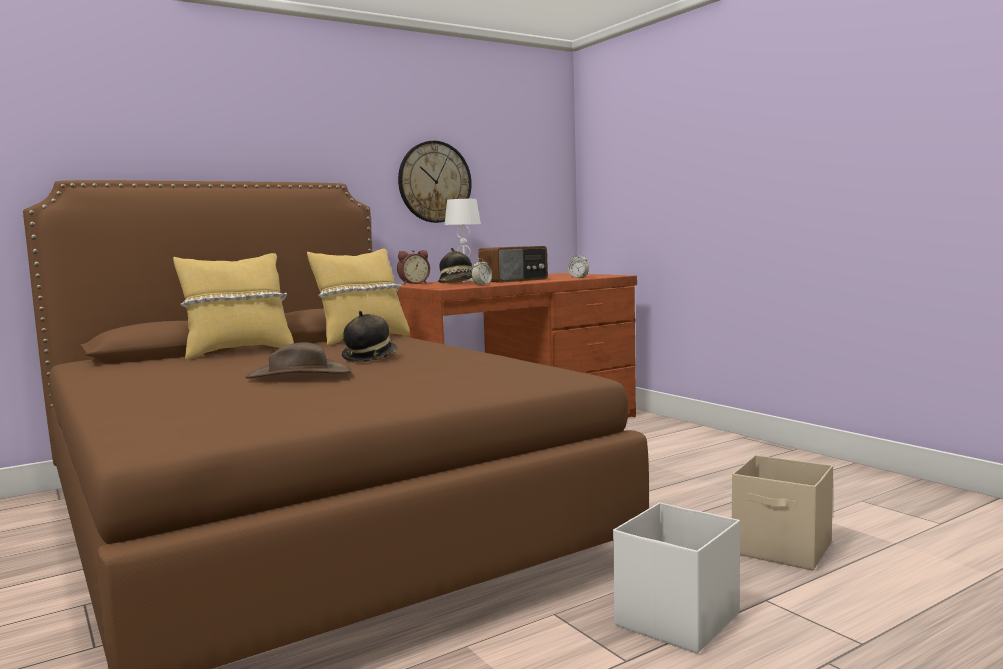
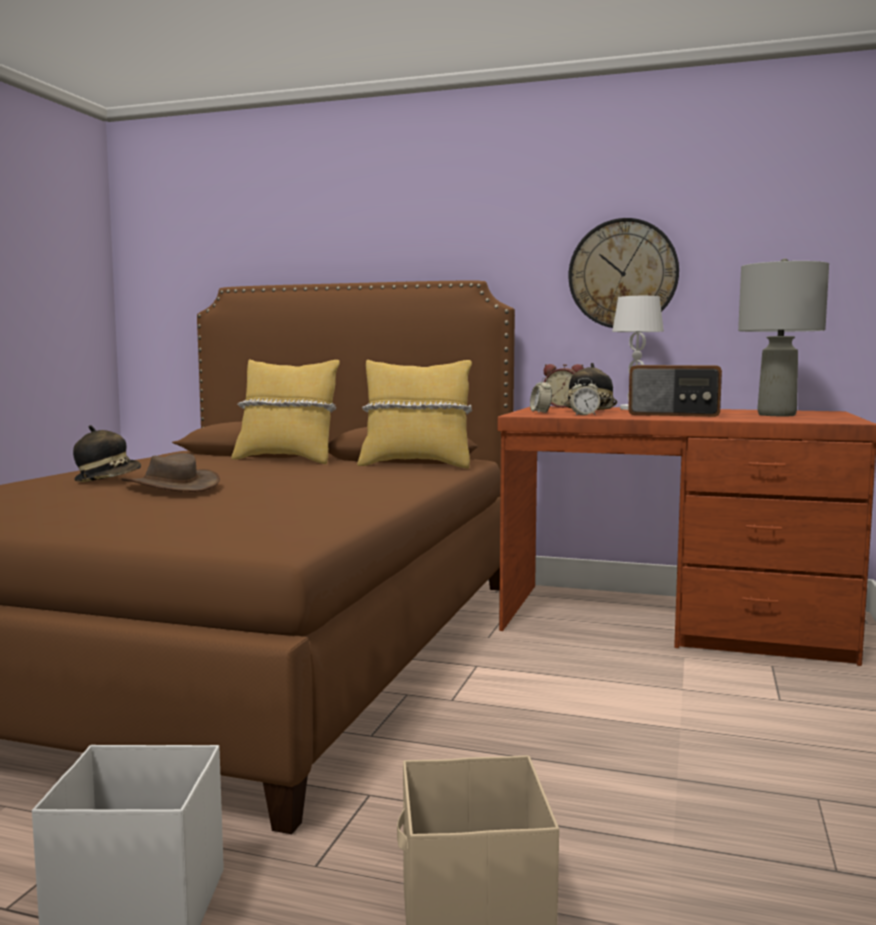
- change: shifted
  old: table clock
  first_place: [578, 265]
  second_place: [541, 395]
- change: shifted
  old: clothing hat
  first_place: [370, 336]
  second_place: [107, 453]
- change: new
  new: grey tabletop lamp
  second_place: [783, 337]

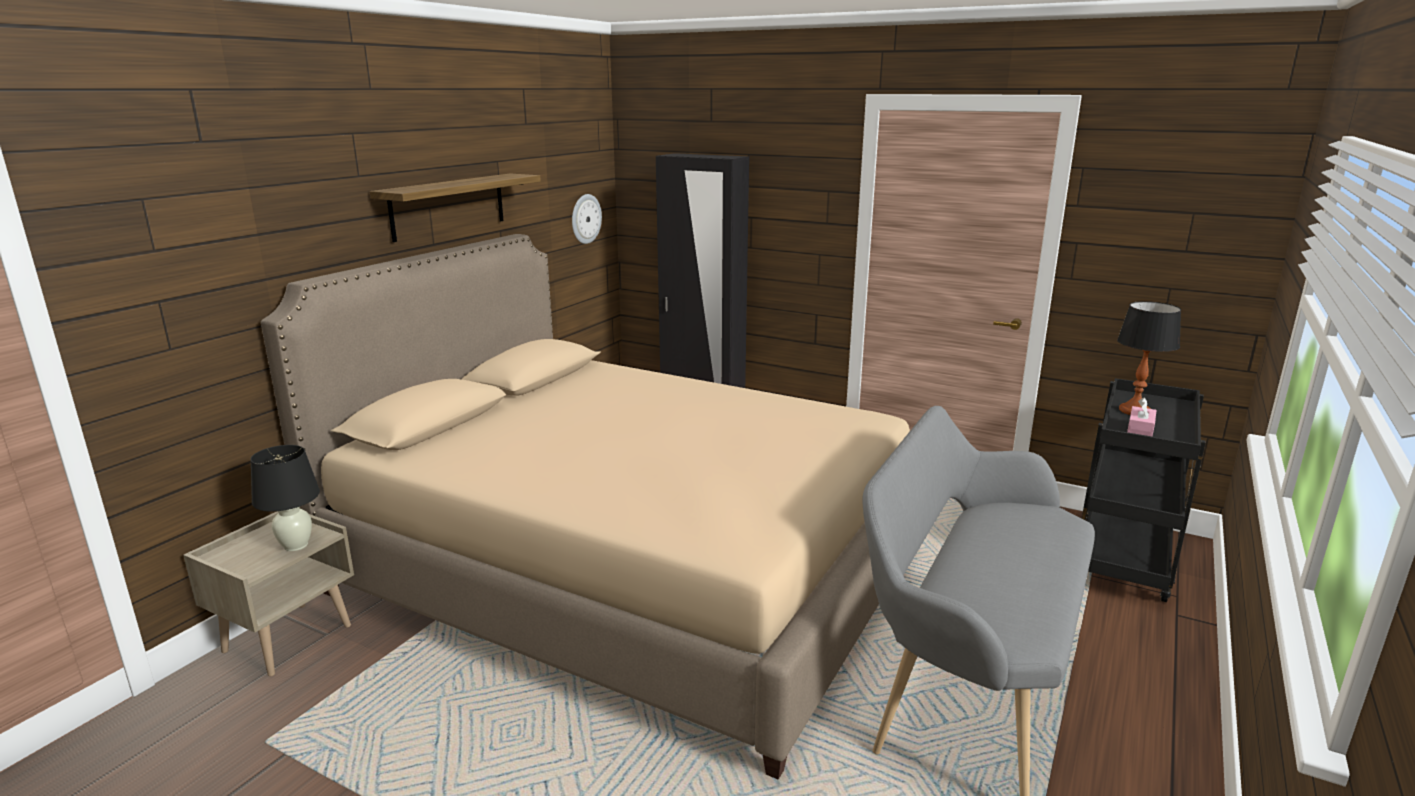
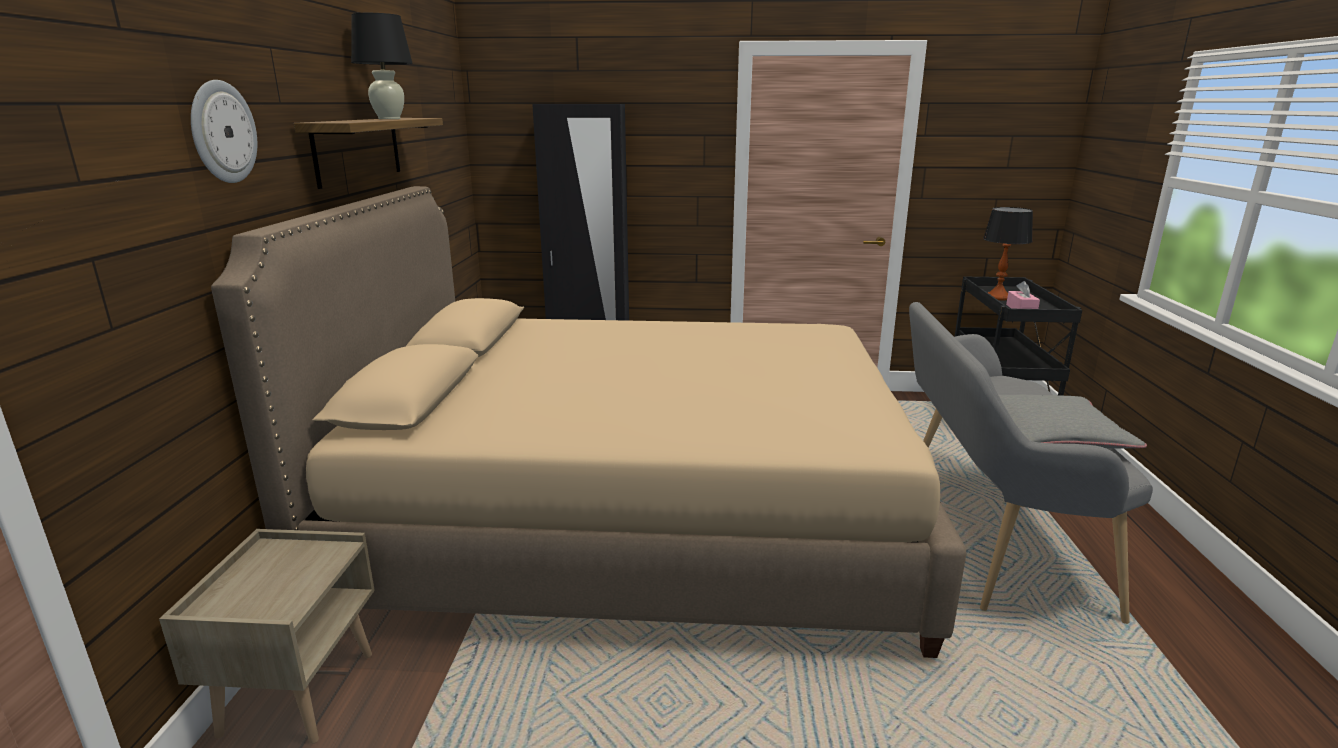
- change: shifted
  old: clock on the wall
  first_place: [587, 219]
  second_place: [224, 131]
- change: shifted
  old: black tabletop lamp
  first_place: [285, 498]
  second_place: [382, 66]
- change: new
  new: grey cushion
  second_place: [1073, 421]

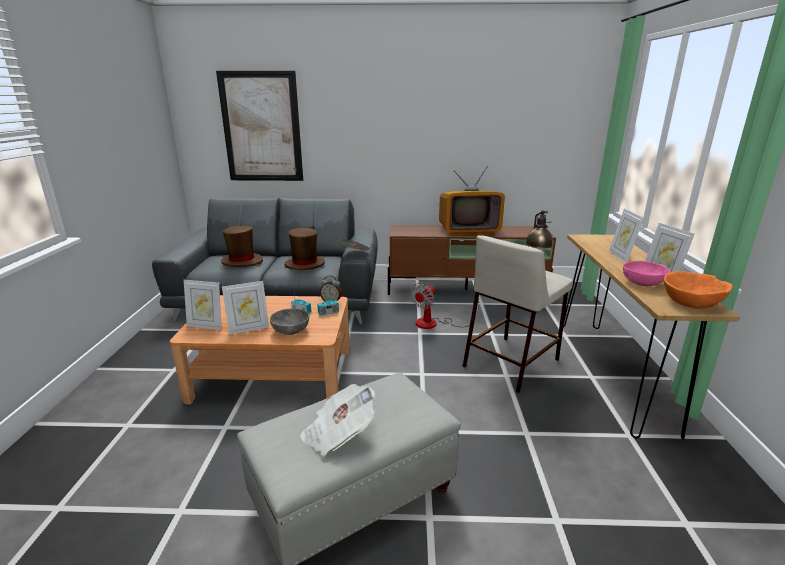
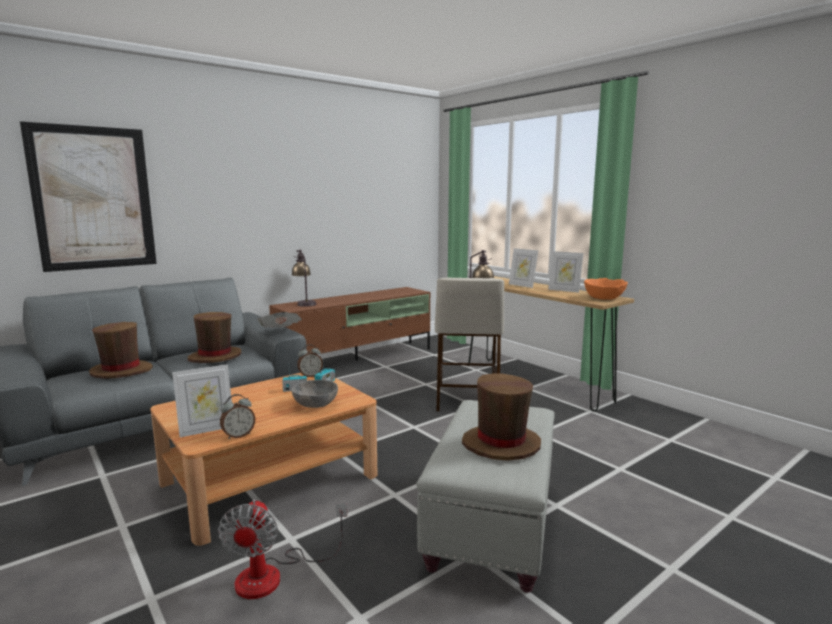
- change: gone
  old: TV set
  first_place: [472, 201]
- change: gone
  old: pinkish bowl
  first_place: [646, 273]
- change: gone
  old: picture frame
  first_place: [245, 308]
- change: shifted
  old: electric fan
  first_place: [445, 306]
  second_place: [282, 549]
- change: swapped
  old: newspaper
  new: brown clothing hat
  first_place: [338, 420]
  second_place: [501, 417]
- change: new
  new: tabletop lamp
  second_place: [303, 278]
- change: new
  new: table clock
  second_place: [237, 416]

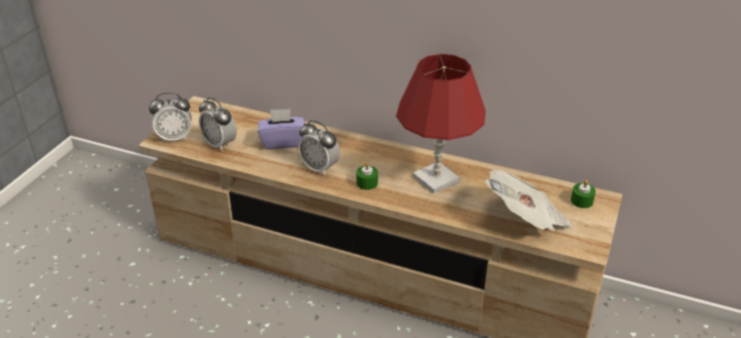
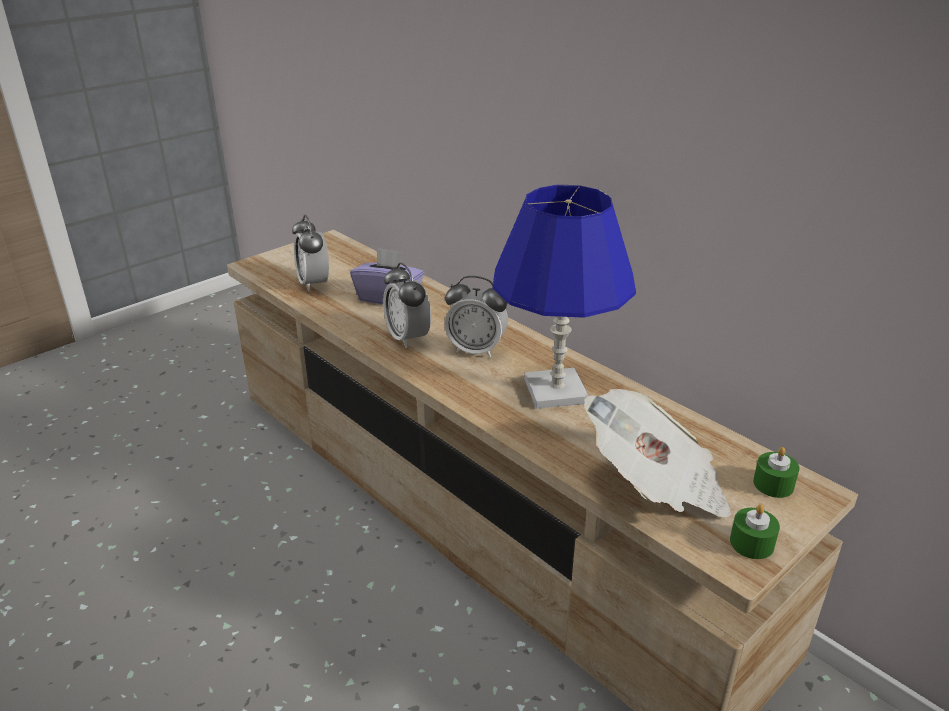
- change: repainted
  old: red-coloured tabletop lamp
  new: bluish tabletop lamp
  first_place: [441, 124]
  second_place: [564, 297]
- change: shifted
  old: table clock
  first_place: [170, 117]
  second_place: [476, 317]
- change: shifted
  old: greenish candle
  first_place: [367, 176]
  second_place: [755, 531]

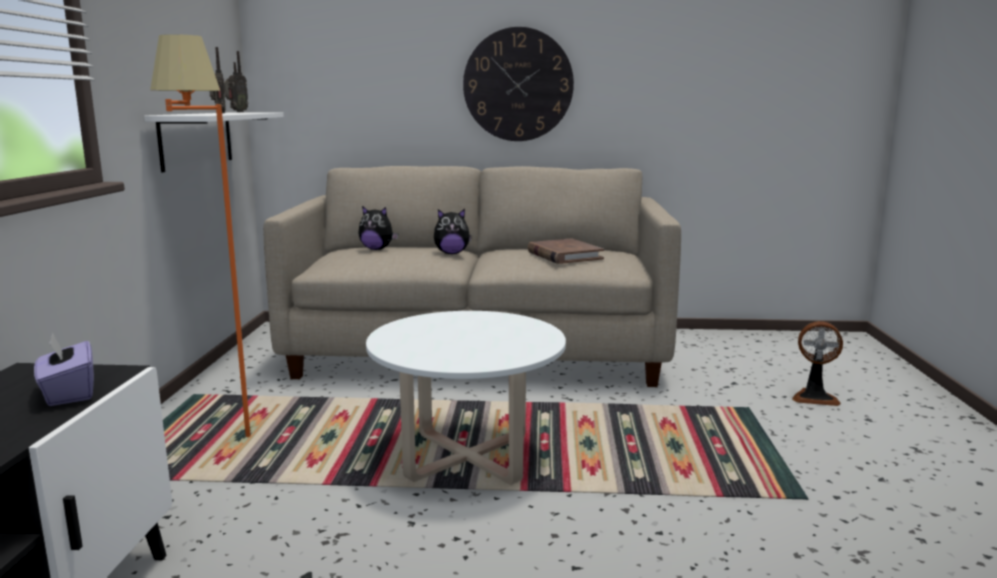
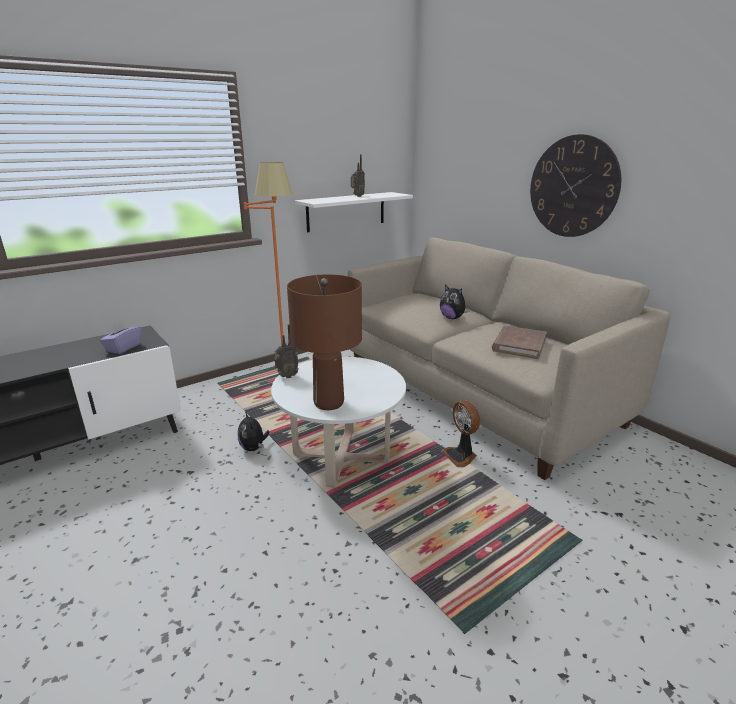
- change: shifted
  old: radio set
  first_place: [236, 81]
  second_place: [286, 351]
- change: shifted
  old: plush toy
  first_place: [378, 228]
  second_place: [254, 431]
- change: shifted
  old: electric fan
  first_place: [817, 363]
  second_place: [460, 433]
- change: new
  new: brown tabletop lamp
  second_place: [324, 342]

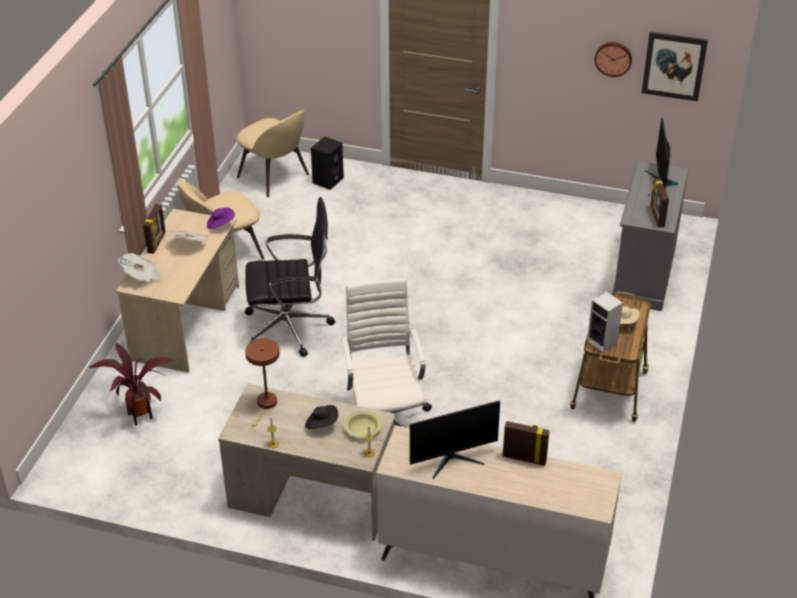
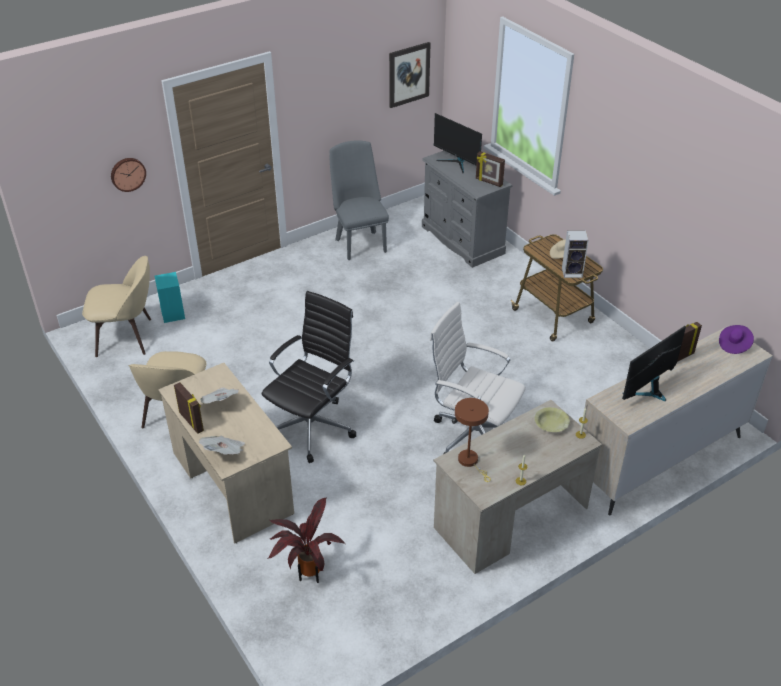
- change: shifted
  old: clock on the wall
  first_place: [613, 59]
  second_place: [128, 175]
- change: repainted
  old: black loudspeaker
  new: turquoise loudspeaker
  first_place: [327, 163]
  second_place: [170, 297]
- change: shifted
  old: purple clothing hat
  first_place: [221, 218]
  second_place: [736, 339]
- change: rotated
  old: monitor
  first_place: [455, 439]
  second_place: [654, 364]
  degrees: -150
- change: gone
  old: black clothing hat
  first_place: [321, 417]
- change: new
  new: grey plain chair
  second_place: [359, 200]

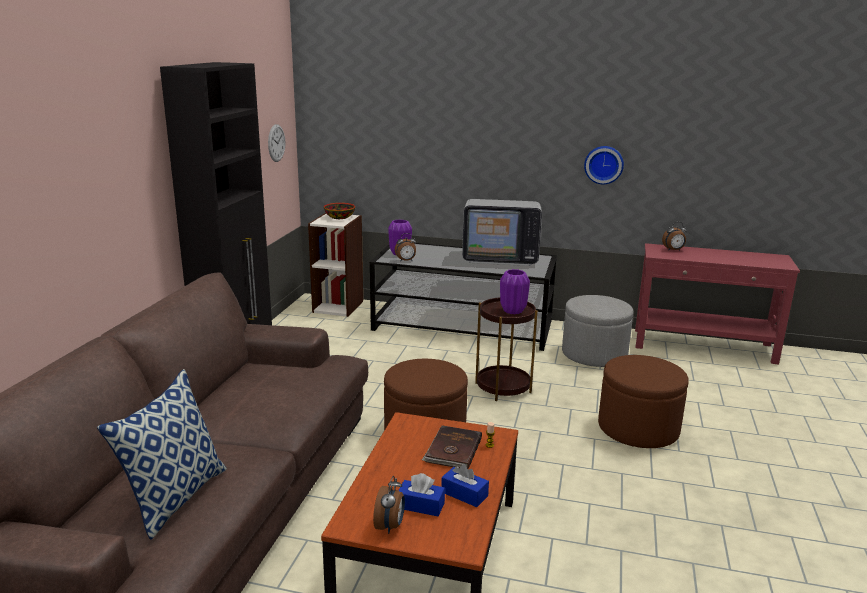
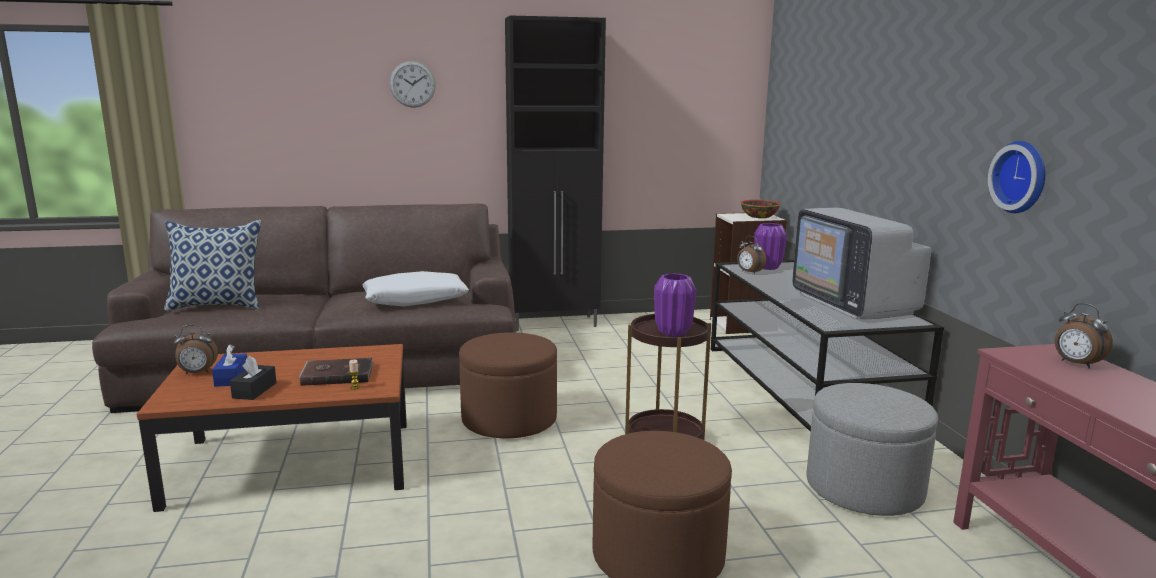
- change: shifted
  old: clock on the wall
  first_place: [276, 143]
  second_place: [413, 84]
- change: repainted
  old: bluish tissue holder
  new: black tissue holder
  first_place: [465, 485]
  second_place: [253, 378]
- change: new
  new: whitish cushion
  second_place: [416, 289]

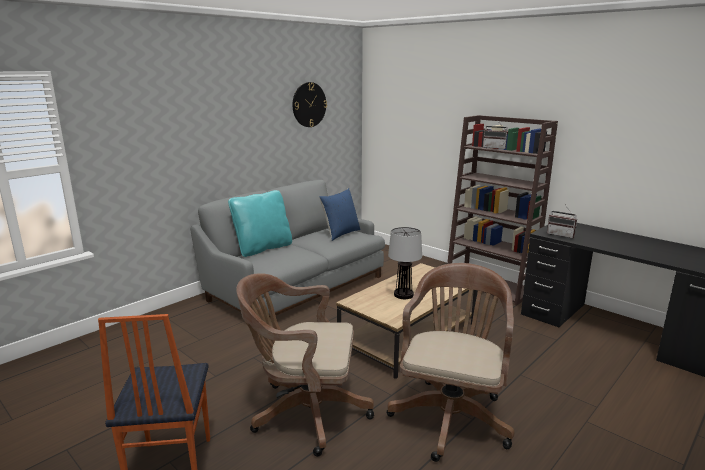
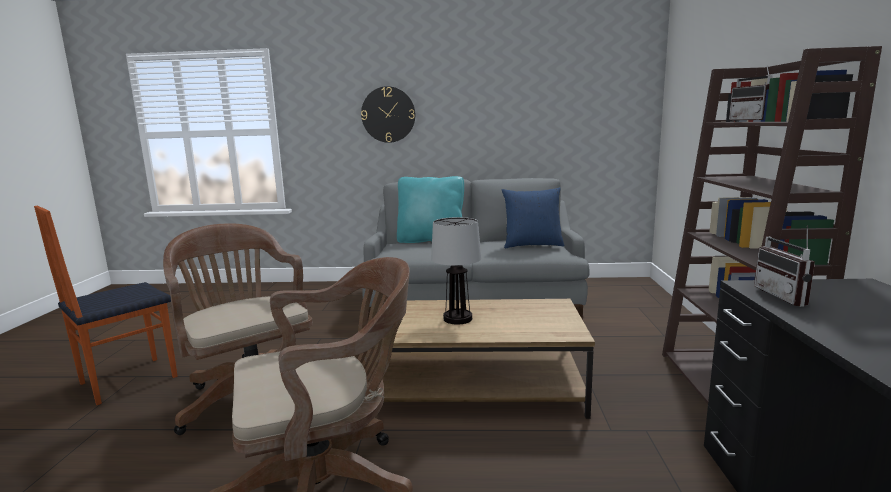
- change: shifted
  old: clock on the wall
  first_place: [310, 104]
  second_place: [388, 114]

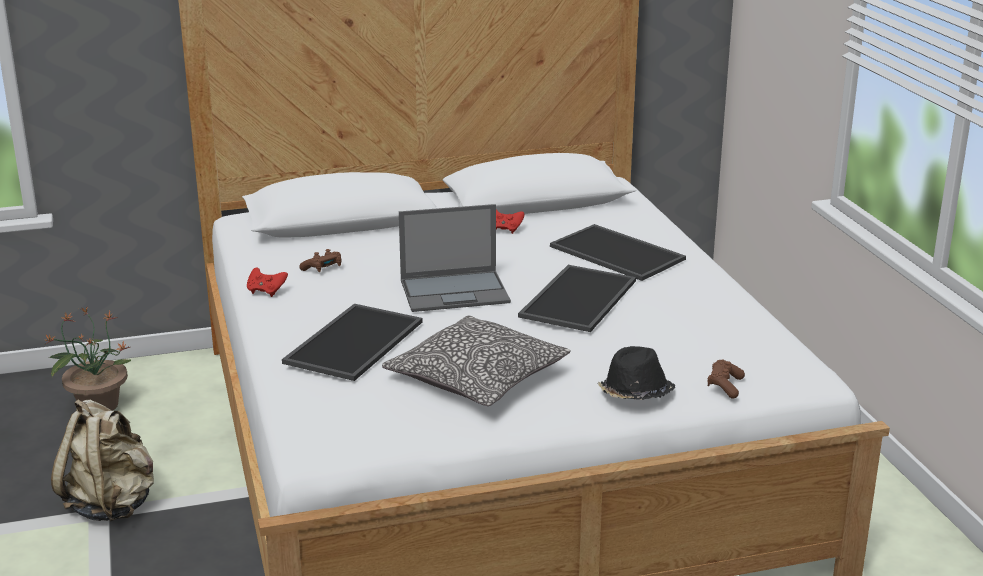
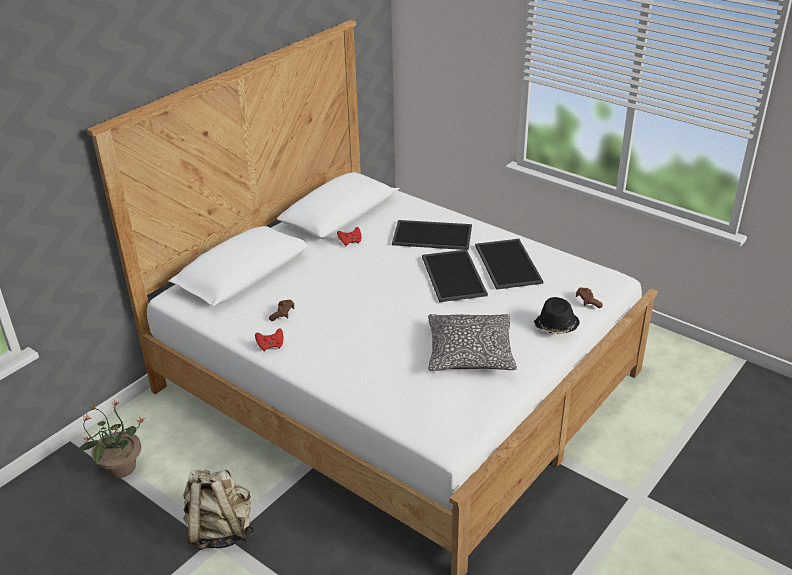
- change: gone
  old: notebook computer
  first_place: [455, 258]
- change: shifted
  old: tray
  first_place: [352, 342]
  second_place: [509, 264]

